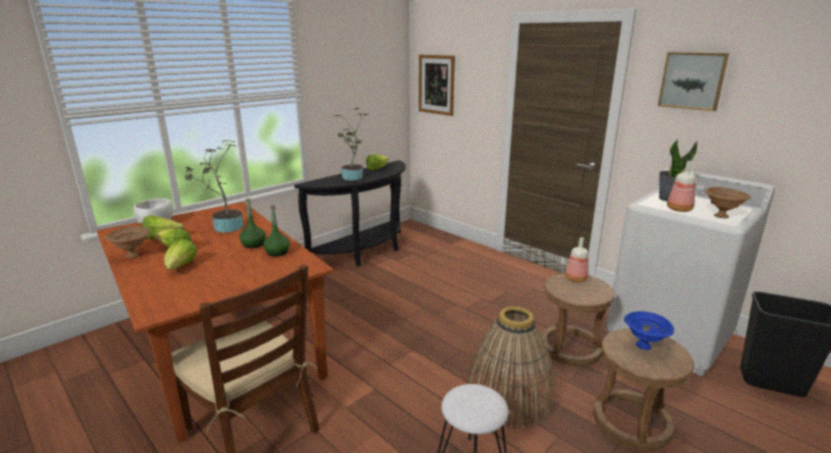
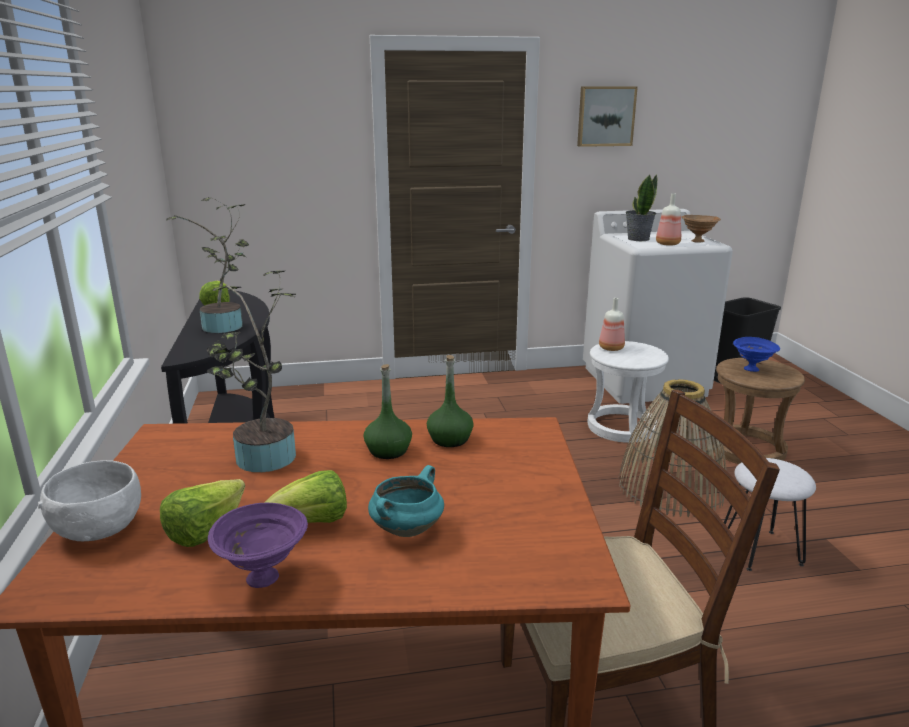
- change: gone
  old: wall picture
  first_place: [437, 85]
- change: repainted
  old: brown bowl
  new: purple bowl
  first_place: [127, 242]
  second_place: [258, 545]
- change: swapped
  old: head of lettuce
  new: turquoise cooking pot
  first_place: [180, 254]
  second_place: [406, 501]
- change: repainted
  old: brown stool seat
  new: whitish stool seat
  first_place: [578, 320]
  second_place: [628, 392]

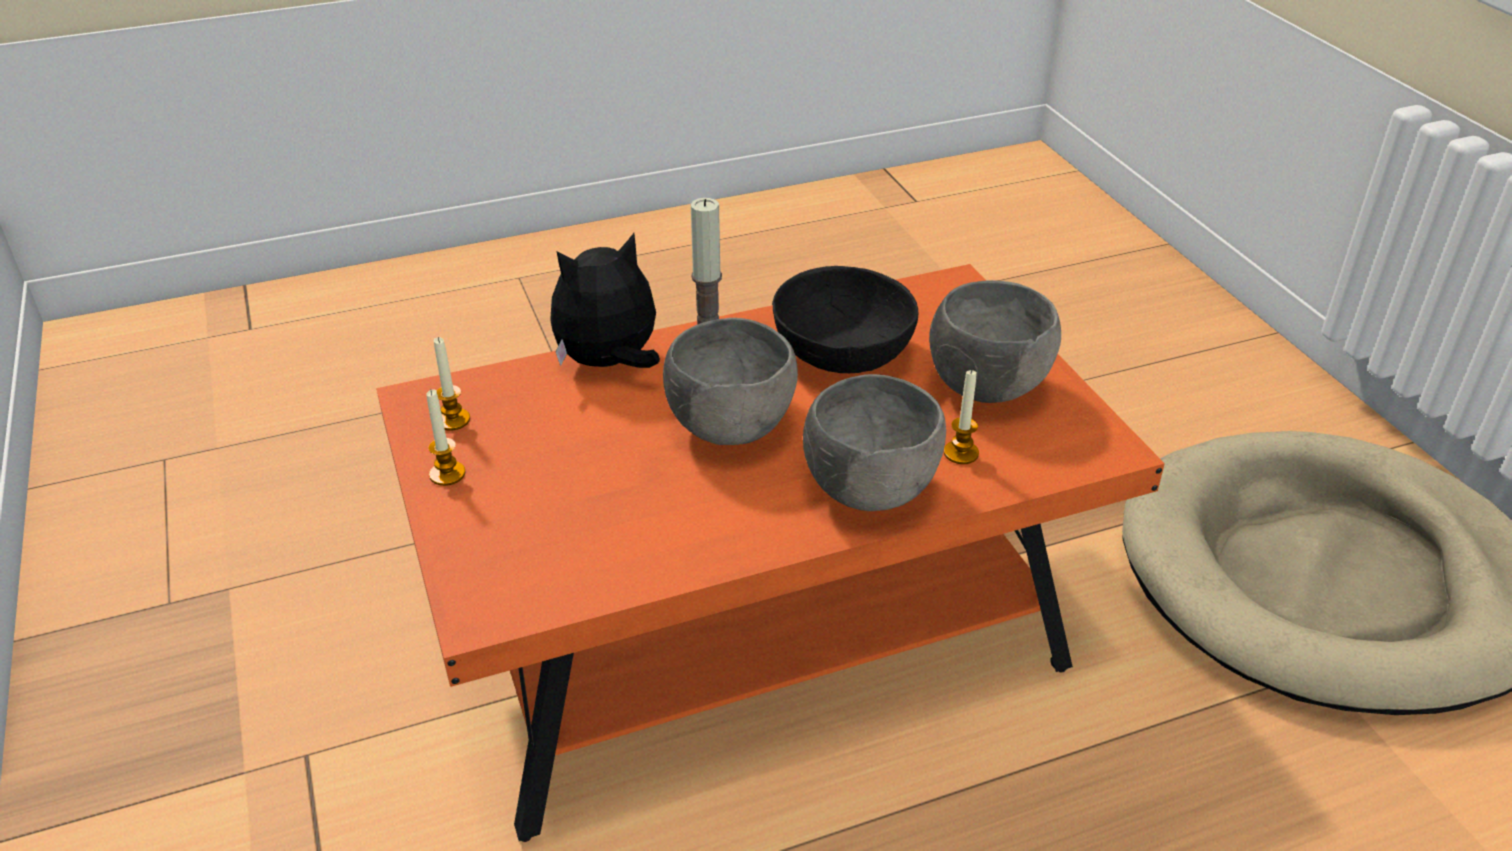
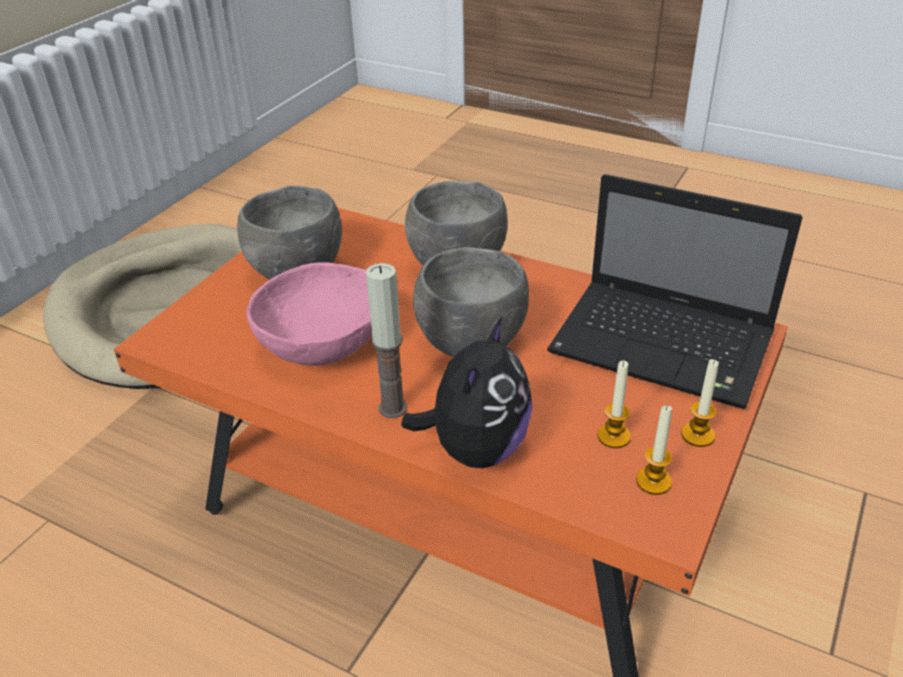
- change: rotated
  old: plush toy
  first_place: [605, 300]
  second_place: [467, 392]
  degrees: -90
- change: repainted
  old: black bowl
  new: pinkish bowl
  first_place: [845, 319]
  second_place: [309, 314]
- change: shifted
  old: candle
  first_place: [961, 416]
  second_place: [614, 404]
- change: new
  new: notebook computer
  second_place: [675, 291]

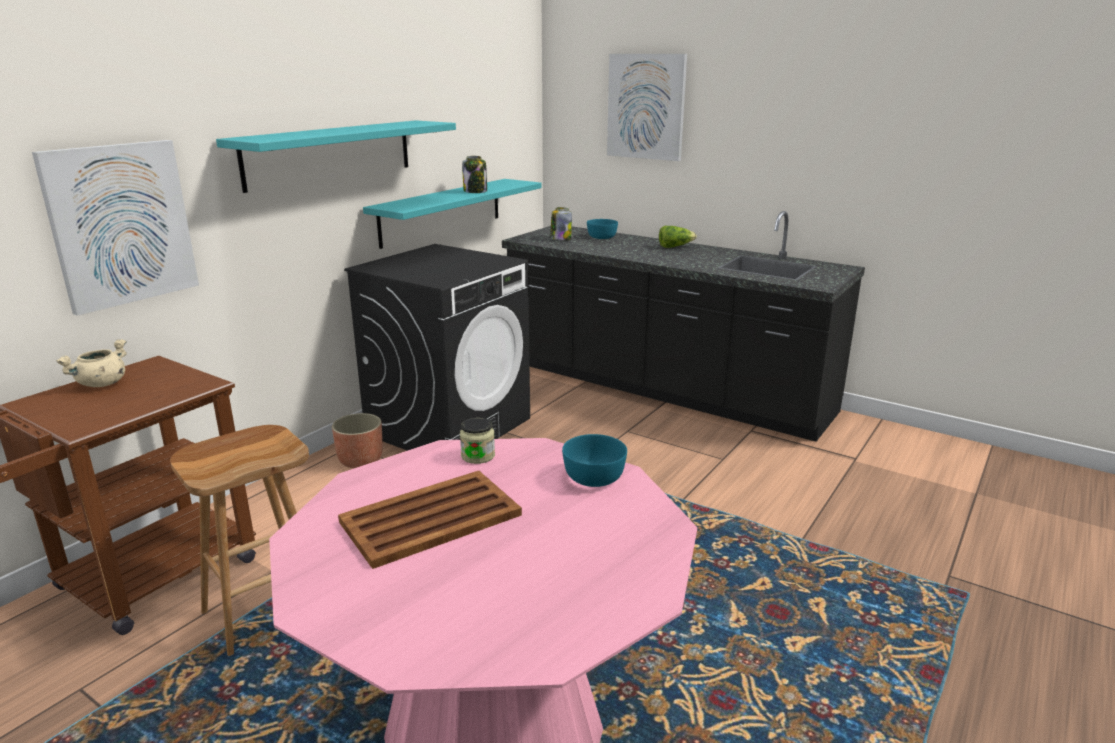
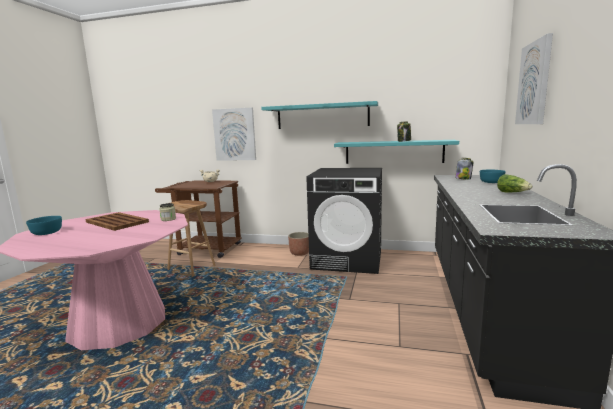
- change: shifted
  old: turquoise bowl
  first_place: [594, 460]
  second_place: [44, 225]

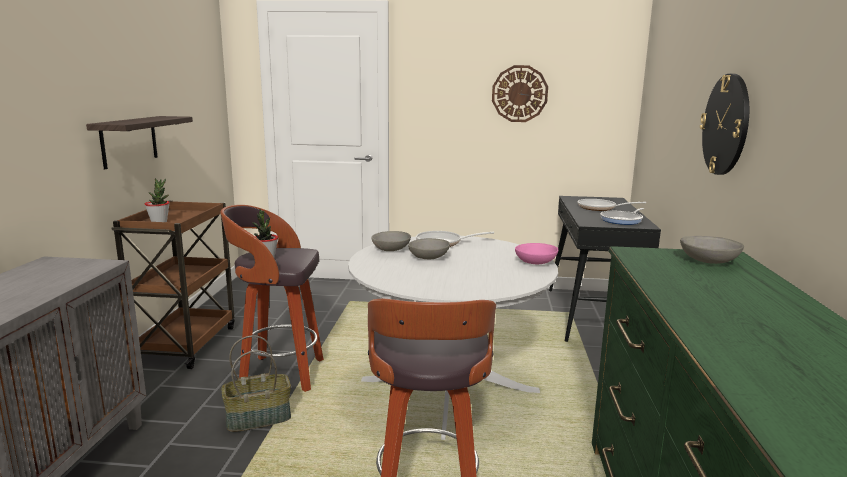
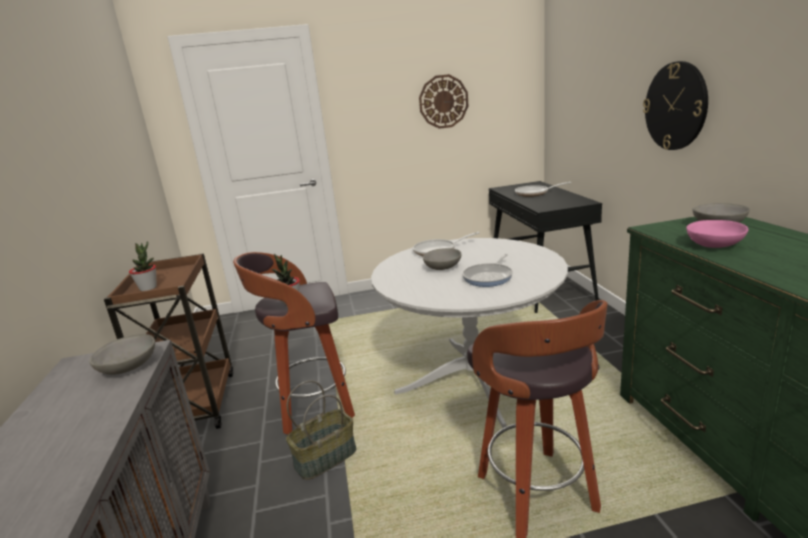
- change: gone
  old: bracket shelf
  first_place: [139, 142]
- change: shifted
  old: skillet
  first_place: [622, 216]
  second_place: [487, 270]
- change: shifted
  old: grey bowl
  first_place: [391, 241]
  second_place: [122, 354]
- change: shifted
  old: pinkish bowl
  first_place: [537, 253]
  second_place: [717, 234]

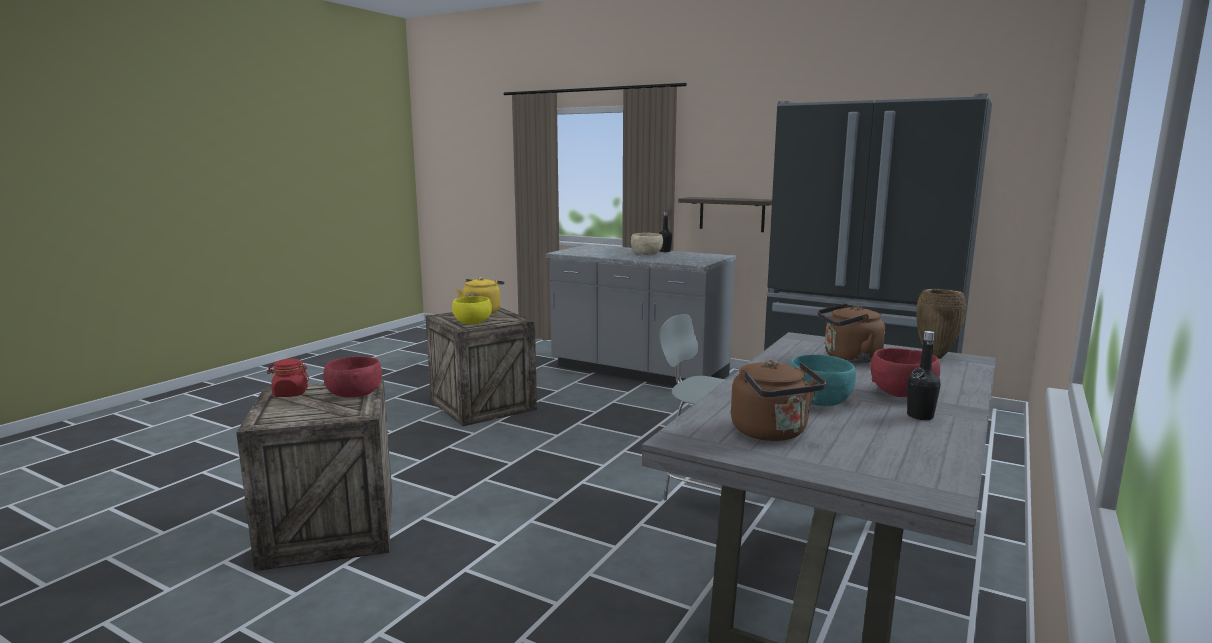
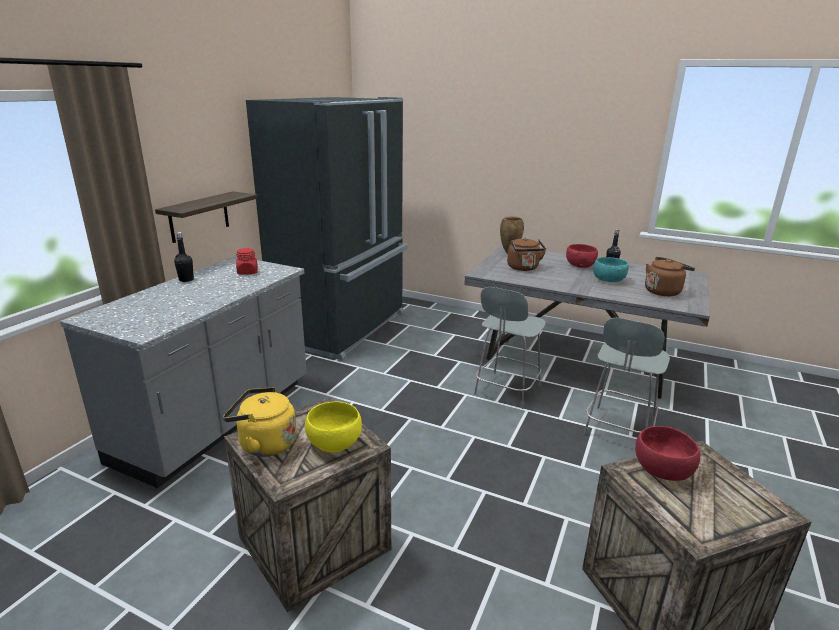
- change: gone
  old: beige-coloured bowl
  first_place: [647, 244]
- change: shifted
  old: red-coloured preserve jar
  first_place: [288, 378]
  second_place: [247, 261]
- change: new
  new: grey stool seat
  second_place: [627, 376]

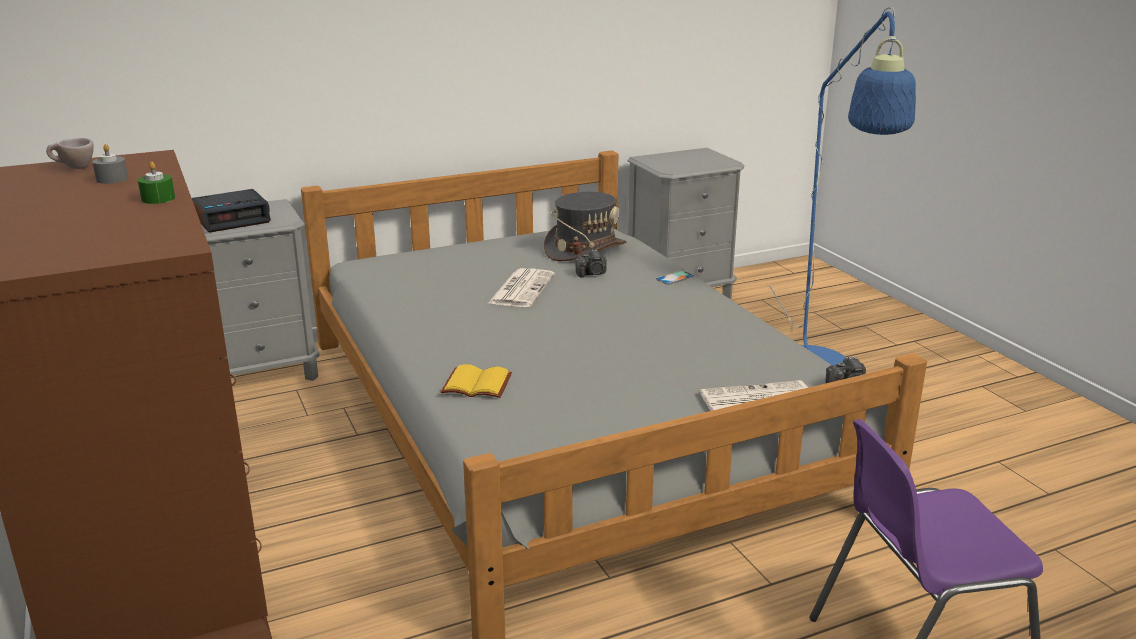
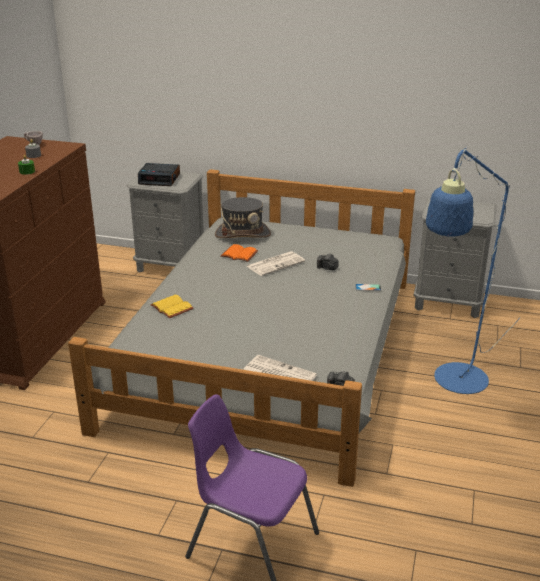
- change: shifted
  old: grey clothing hat
  first_place: [585, 226]
  second_place: [243, 217]
- change: new
  new: orangey bound book
  second_place: [239, 253]

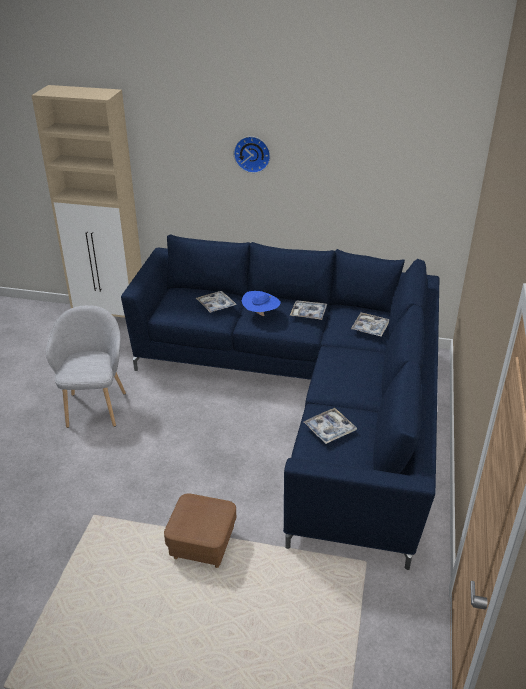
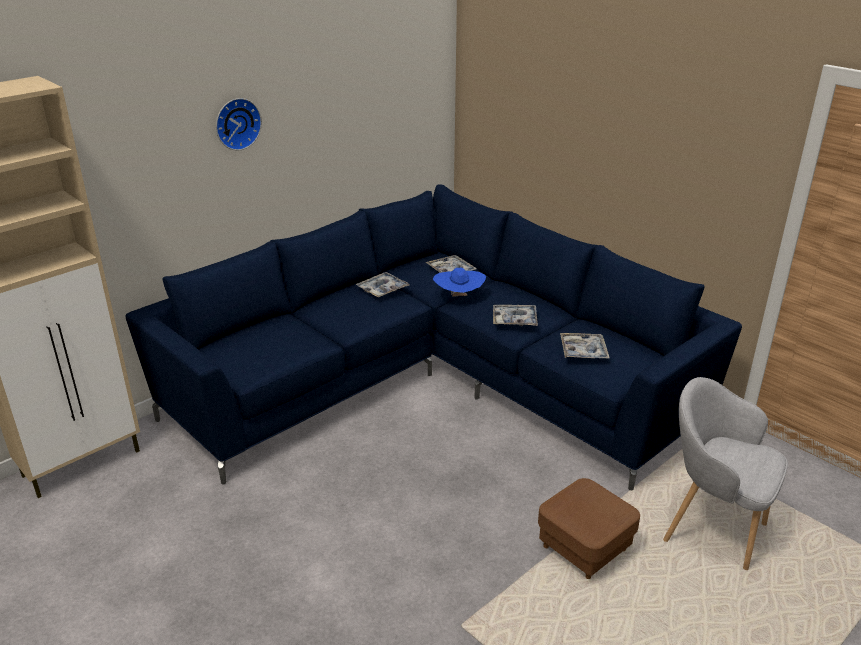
- change: shifted
  old: tray
  first_place: [216, 302]
  second_place: [515, 315]
- change: shifted
  old: bluish clothing hat
  first_place: [261, 303]
  second_place: [459, 282]
- change: shifted
  old: grey armchair
  first_place: [86, 366]
  second_place: [725, 473]

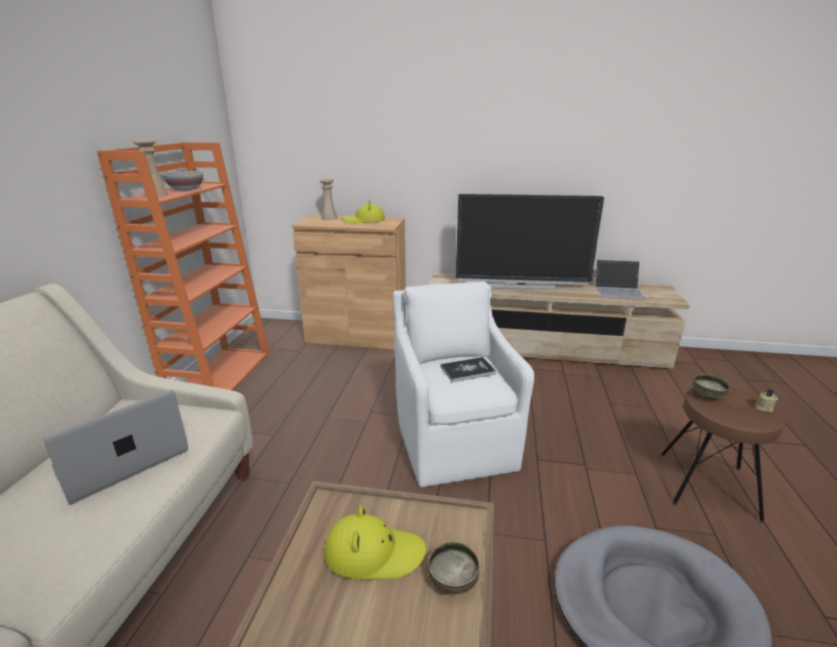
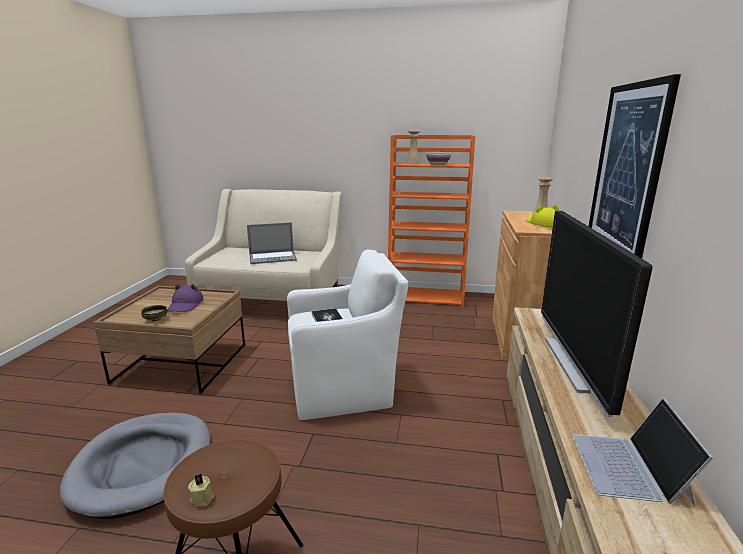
- change: gone
  old: bowl
  first_place: [711, 386]
- change: rotated
  old: notebook computer
  first_place: [115, 447]
  second_place: [272, 243]
  degrees: 120
- change: repainted
  old: yellowish clothing hat
  new: purple clothing hat
  first_place: [375, 542]
  second_place: [185, 298]
- change: new
  new: wall picture
  second_place: [634, 166]

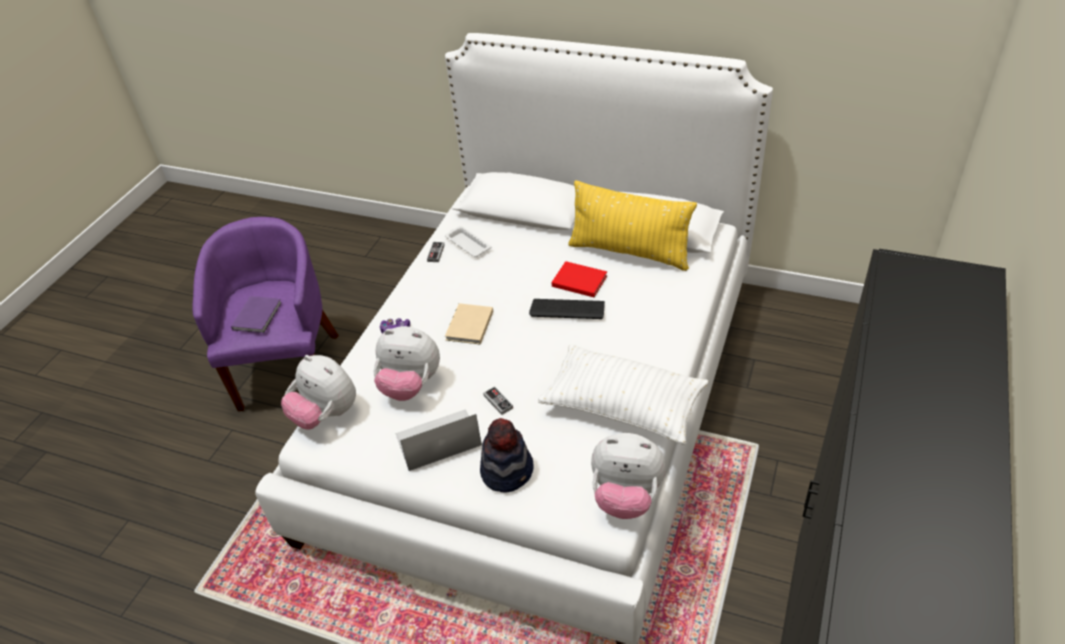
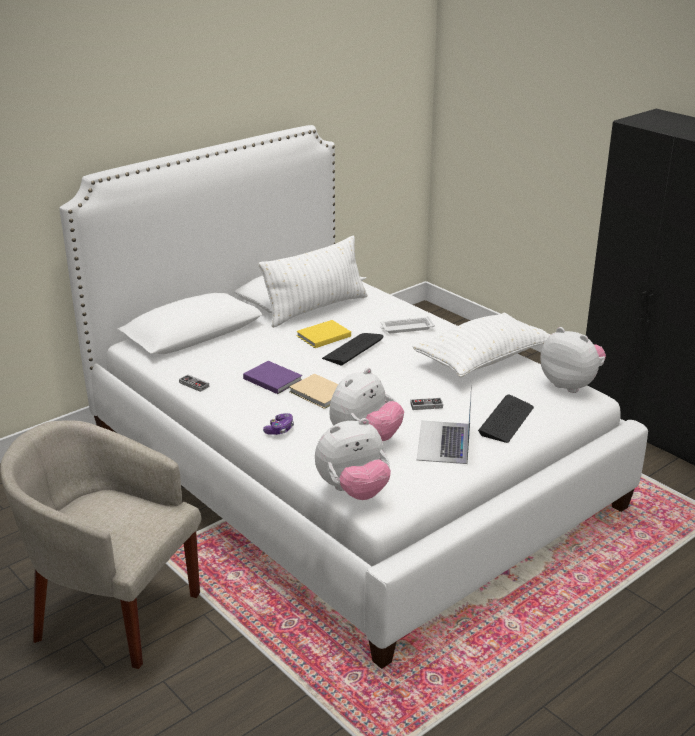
- change: repainted
  old: yellowish cushion
  new: whitish cushion
  first_place: [632, 225]
  second_place: [313, 281]
- change: repainted
  old: purple armchair
  new: beige-coloured armchair
  first_place: [265, 314]
  second_place: [100, 544]
- change: shifted
  old: whitish tray
  first_place: [468, 241]
  second_place: [407, 324]
- change: repainted
  old: red-coloured bound book
  new: yellowish bound book
  first_place: [579, 279]
  second_place: [323, 334]
- change: shifted
  old: purple bound book
  first_place: [256, 314]
  second_place: [272, 377]
- change: swapped
  old: clothing hat
  new: PC keyboard
  first_place: [507, 455]
  second_place: [506, 418]
- change: rotated
  old: plush toy
  first_place: [628, 476]
  second_place: [573, 360]
  degrees: -90

